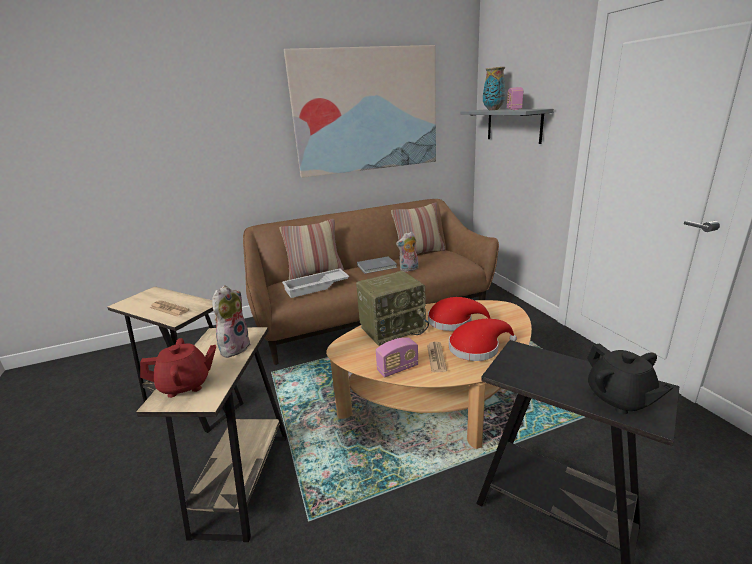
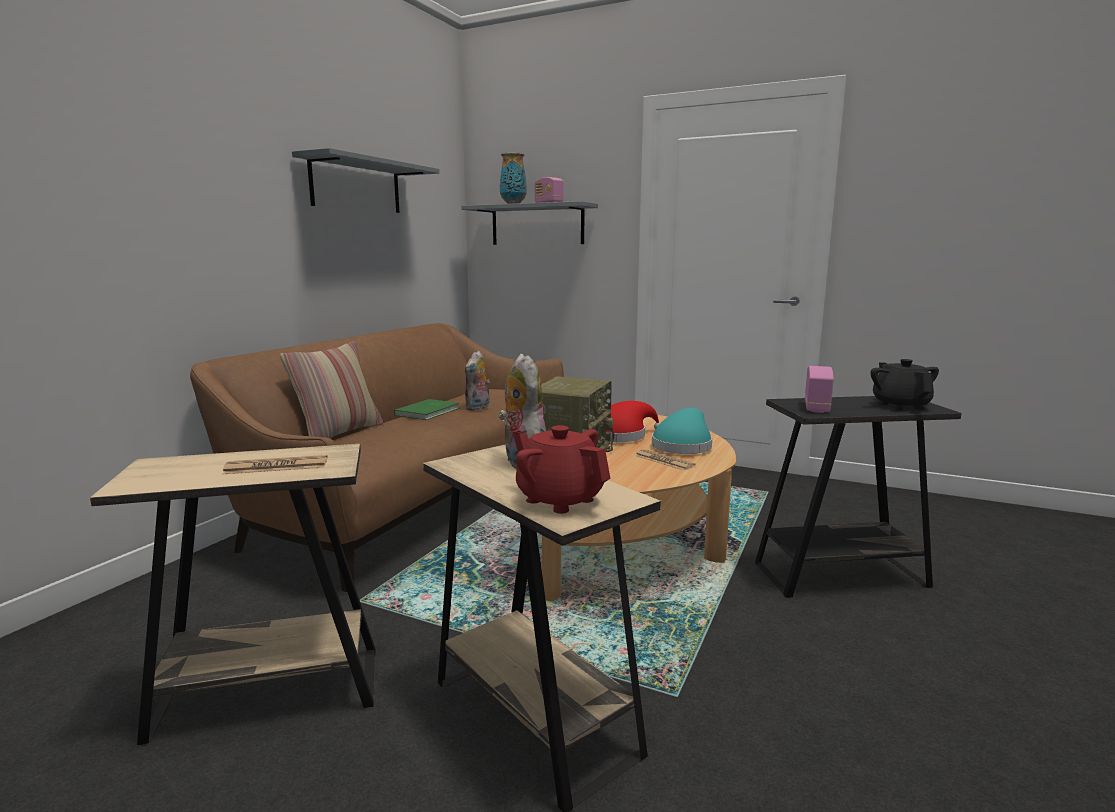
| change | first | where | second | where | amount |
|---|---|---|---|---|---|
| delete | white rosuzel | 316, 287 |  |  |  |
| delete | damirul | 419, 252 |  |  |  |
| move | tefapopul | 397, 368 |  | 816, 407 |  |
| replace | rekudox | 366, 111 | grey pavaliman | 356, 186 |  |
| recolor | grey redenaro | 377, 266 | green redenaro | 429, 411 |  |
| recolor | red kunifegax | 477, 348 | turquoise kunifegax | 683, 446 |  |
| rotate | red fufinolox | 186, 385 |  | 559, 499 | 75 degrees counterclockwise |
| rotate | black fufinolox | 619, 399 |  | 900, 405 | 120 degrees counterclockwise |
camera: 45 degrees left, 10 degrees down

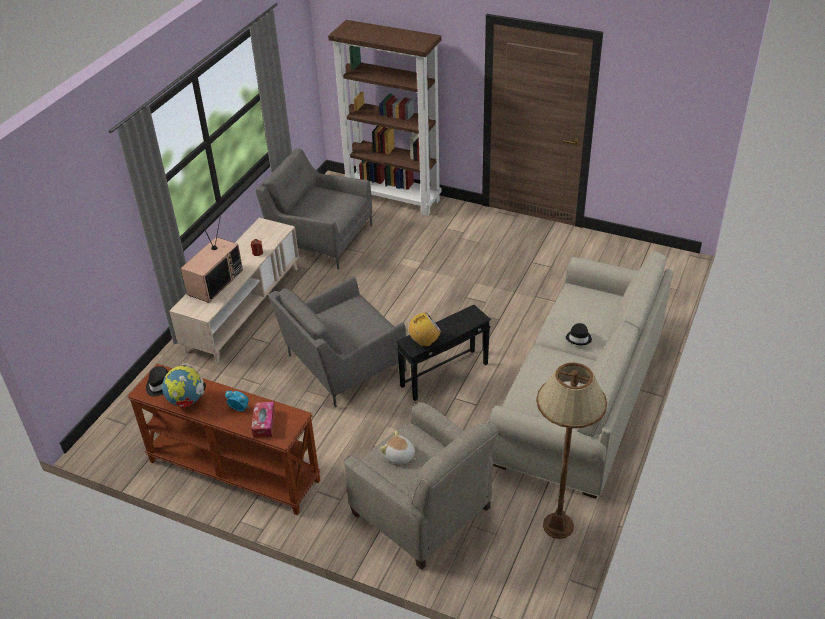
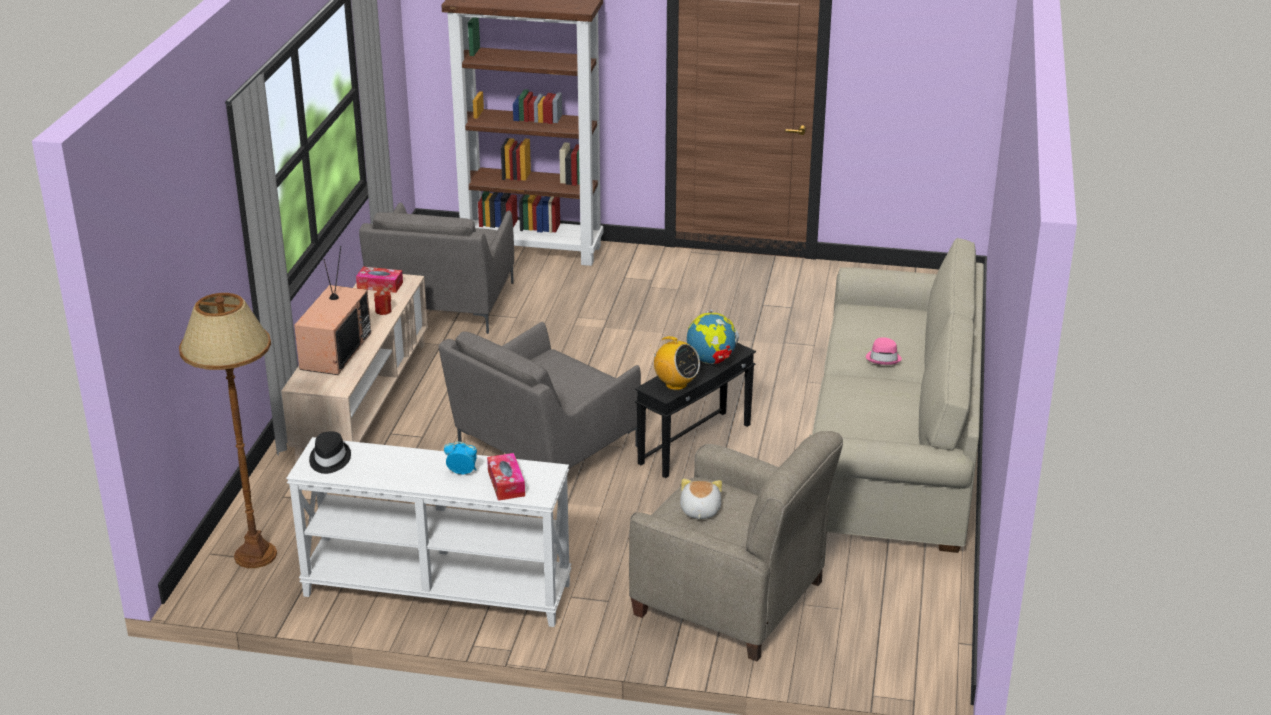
| change | first | where | second | where | amount |
|---|---|---|---|---|---|
| insert |  |  | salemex | 380, 285 |  |
| move | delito | 187, 401 |  | 711, 360 |  |
| move | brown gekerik | 558, 526 |  | 255, 555 |  |
| recolor | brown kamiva | 232, 471 | white kamiva | 436, 591 |  |
| recolor | black kunifegax | 579, 338 | pink kunifegax | 883, 358 |  |
| rotate | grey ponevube | 320, 238 |  | 442, 306 | 90 degrees counterclockwise |
| rotate | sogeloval | 399, 456 |  | 699, 511 | 75 degrees clockwise |
| rotate | tefapopul | 424, 341 |  | 675, 384 | 75 degrees clockwise |
camera: 15 degrees left, 10 degrees down

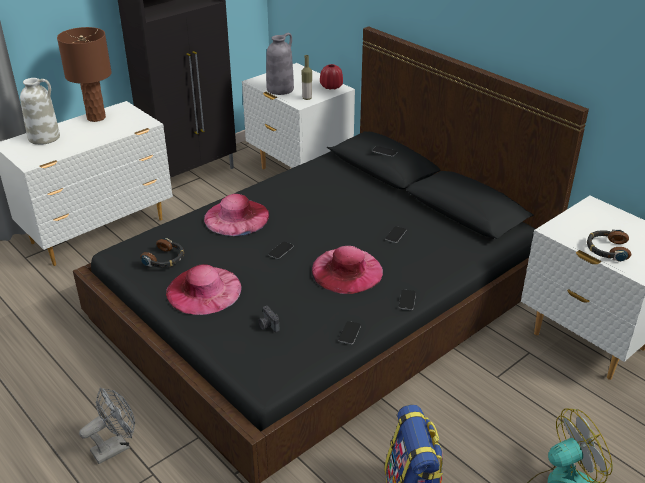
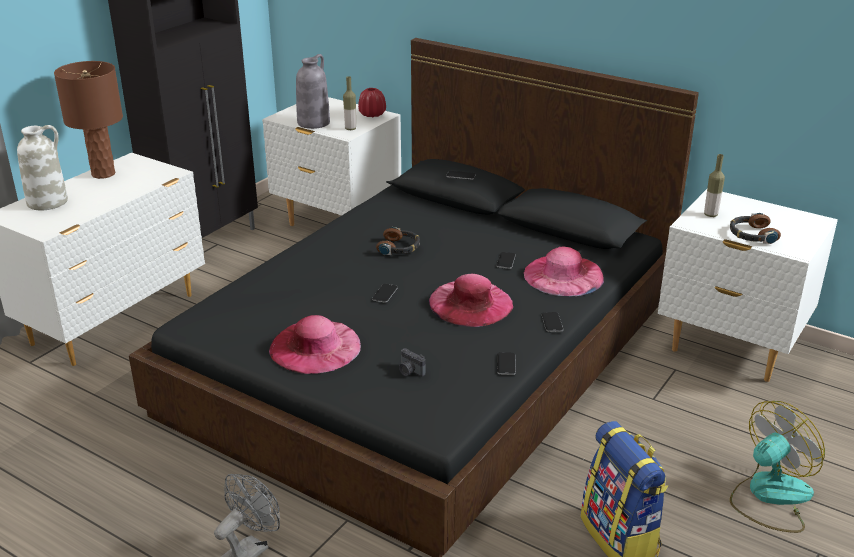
| change | first | where | second | where | amount |
|---|---|---|---|---|---|
| insert |  |  | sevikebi | 710, 215 |  |
| move | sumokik | 165, 259 |  | 399, 247 |  |
| move | pink kunifegax | 237, 217 |  | 563, 275 |  |
camera: 15 degrees left, 5 degrees down

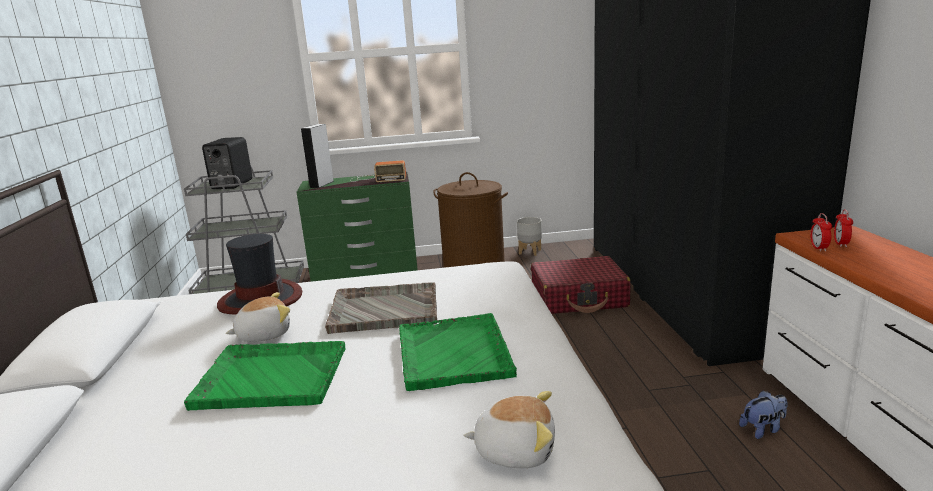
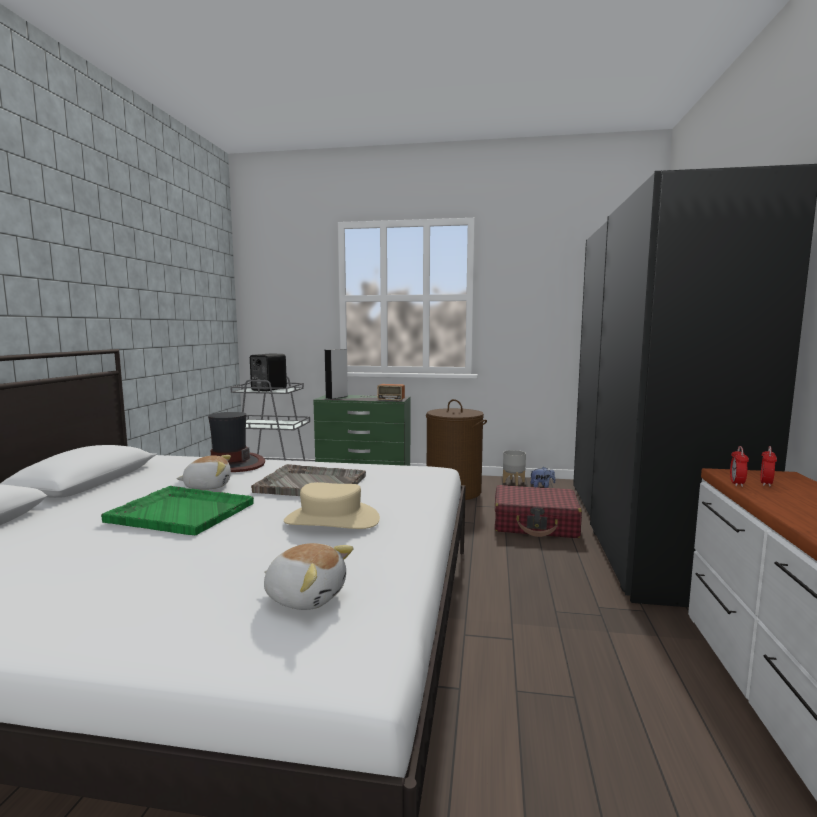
| change | first | where | second | where | amount |
|---|---|---|---|---|---|
| move | sogeloval | 763, 429 |  | 542, 486 |  |
| replace | green rosuzel | 453, 353 | beige kunifegax | 331, 520 |  |
camera: 15 degrees right, 10 degrees down

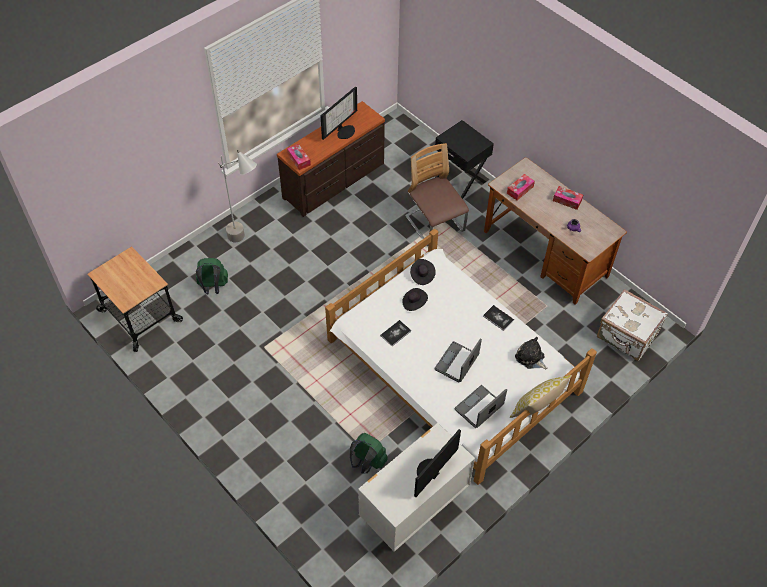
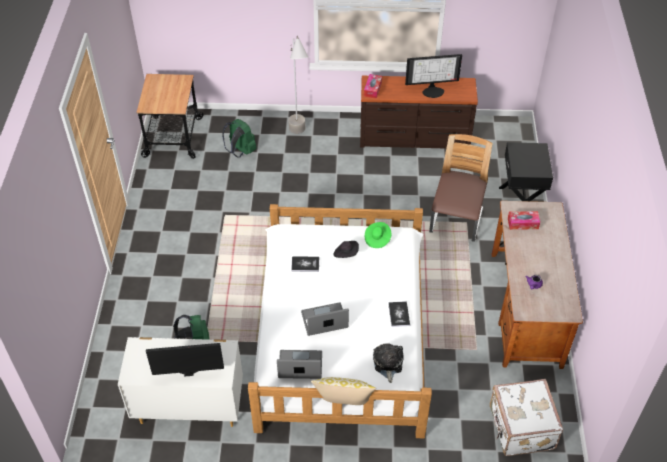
| change | first | where | second | where | amount |
|---|---|---|---|---|---|
| delete | salemex | 567, 200 |  |  |  |
| recolor | black kunifegax | 422, 275 | green kunifegax | 377, 239 |  |
camera: 45 degrees right, 5 degrees down

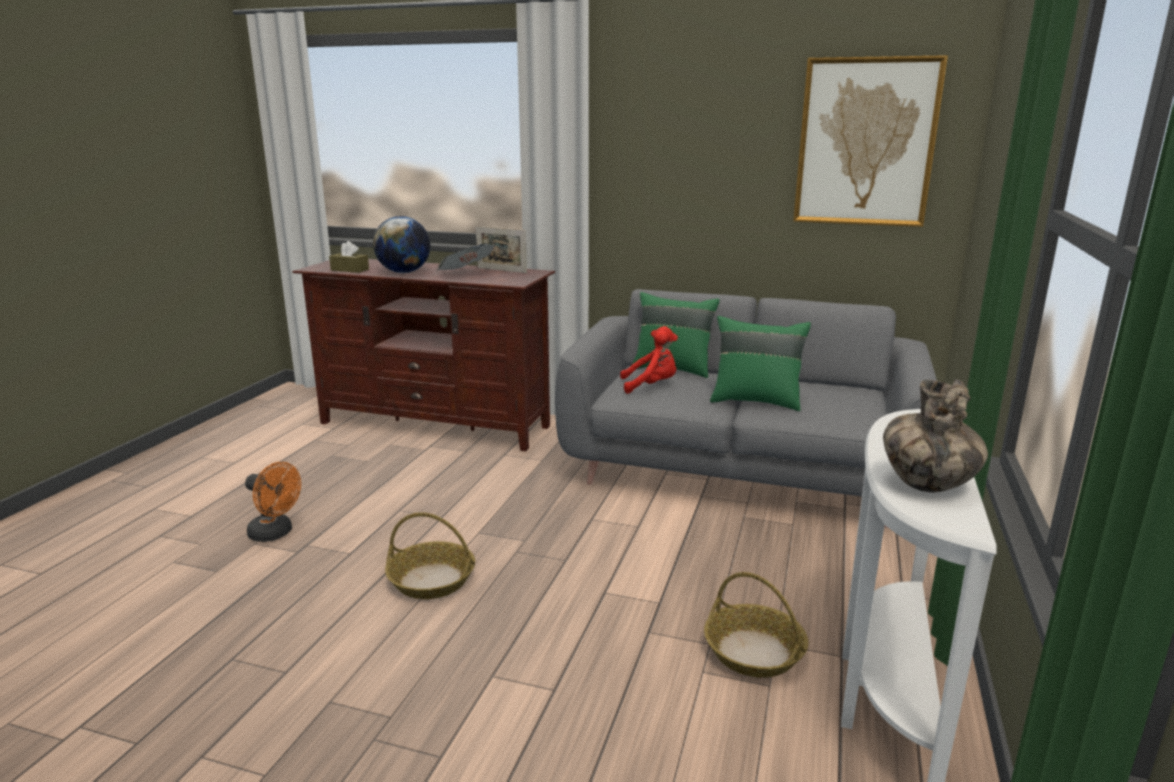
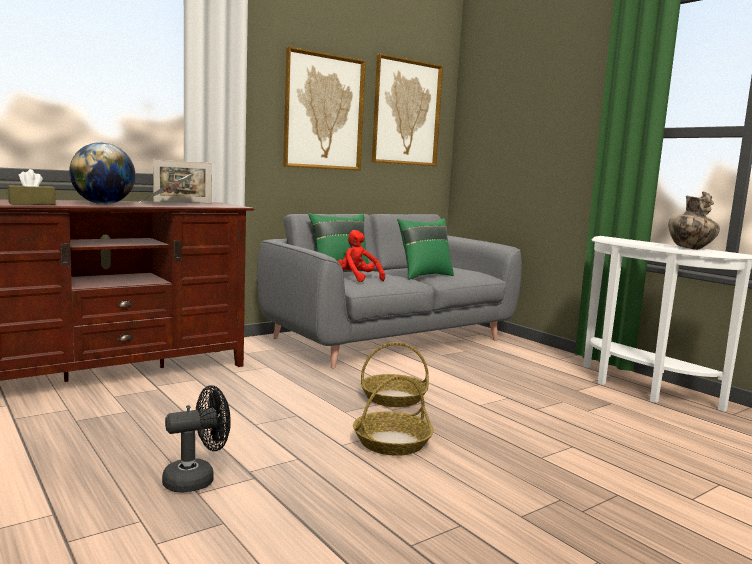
| change | first | where | second | where | amount |
|---|---|---|---|---|---|
| insert |  |  | rekudox | 324, 112 |  |
| move | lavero | 754, 652 |  | 394, 398 |  |
| recolor | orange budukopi | 276, 533 | black budukopi | 197, 479 |  |
| rotate | red sogeloval | 651, 386 |  | 357, 279 | 75 degrees counterclockwise |
camera: 55 degrees left, 10 degrees down

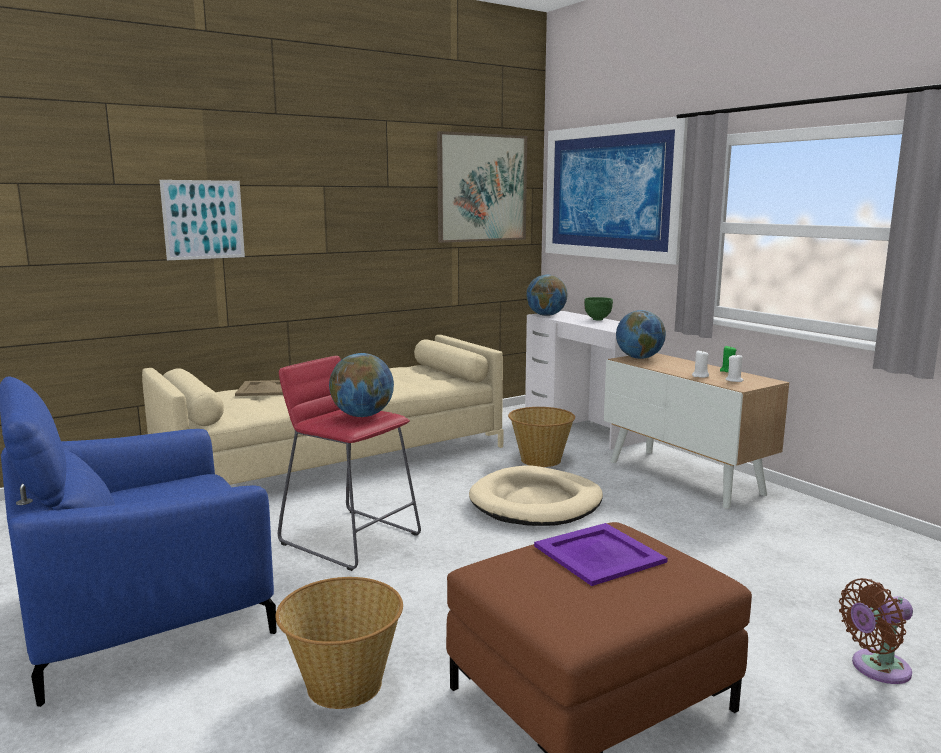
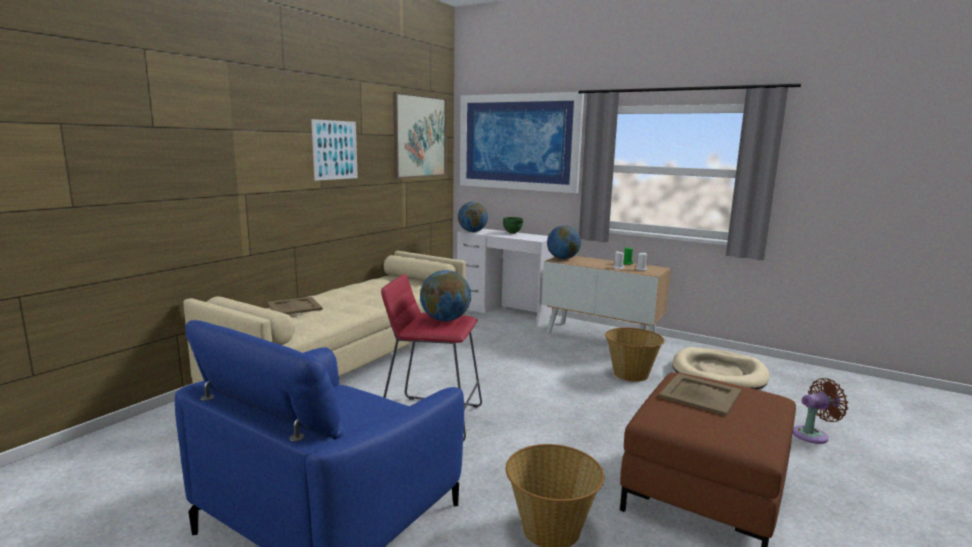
| change | first | where | second | where | amount |
|---|---|---|---|---|---|
| move | rekudox | 203, 219 |  | 335, 150 |  |
| move | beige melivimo | 536, 502 |  | 718, 373 |  |
| move | lavero | 540, 460 |  | 631, 374 |  |
| recolor | purple rosuzel | 597, 554 | beige rosuzel | 699, 394 |  |
| rotate | brown budukopi | 876, 668 |  | 813, 435 | 150 degrees counterclockwise |
camera: 25 degrees left, 0 degrees up

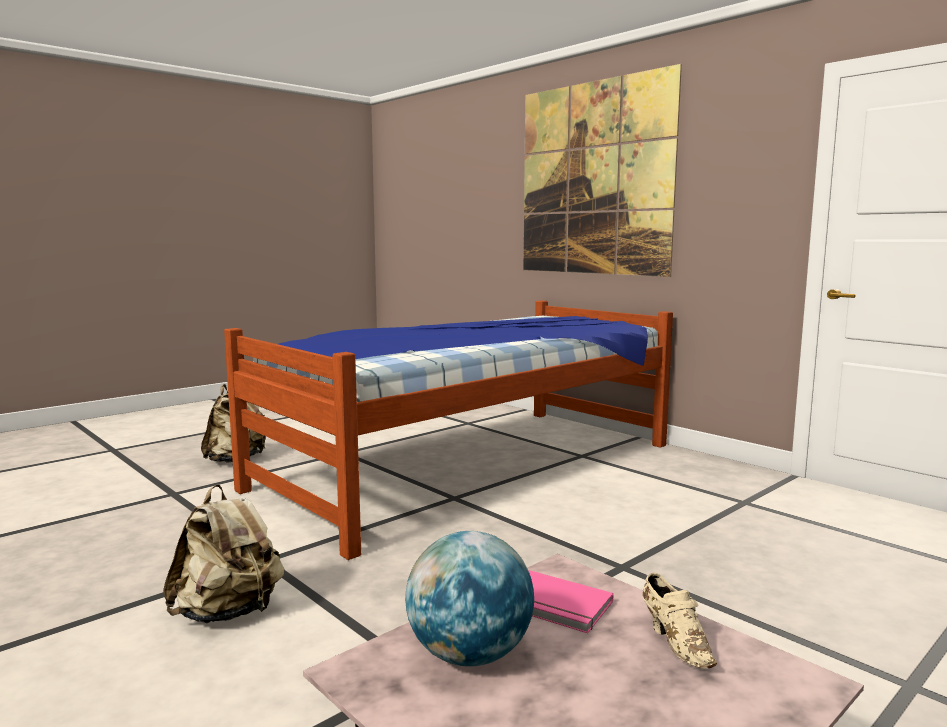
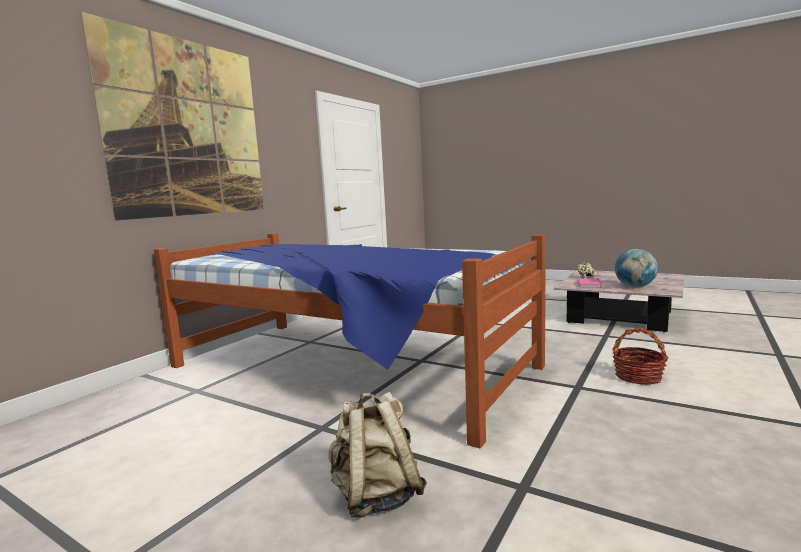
| change | first | where | second | where | amount |
|---|---|---|---|---|---|
| replace | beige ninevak | 229, 612 | lavero | 638, 377 |  |
camera: 105 degrees left, 0 degrees up

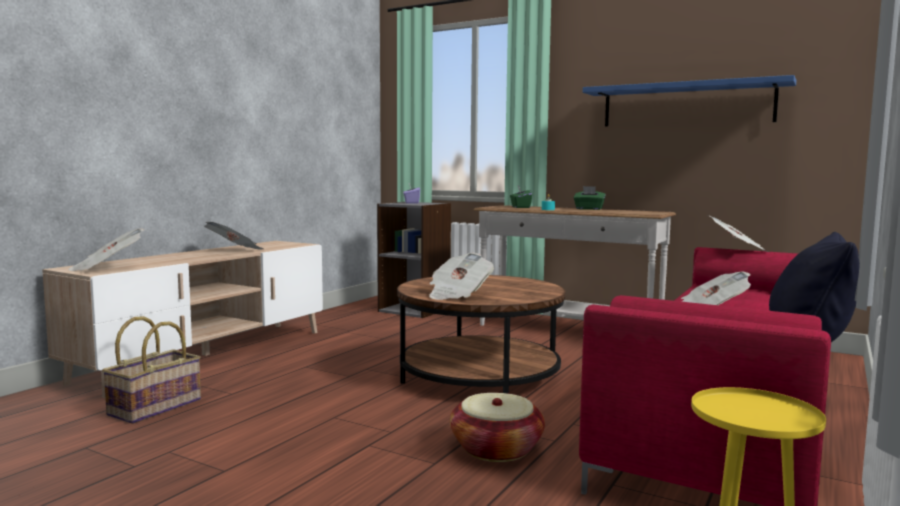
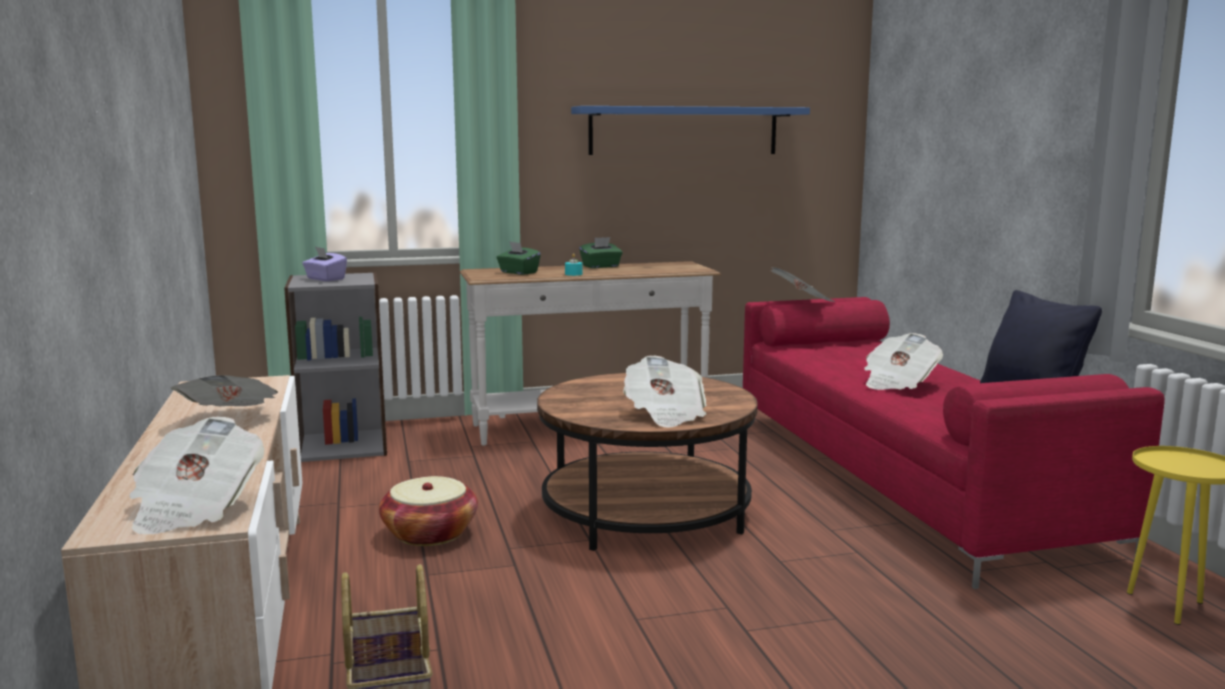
| change | first | where | second | where | amount |
|---|---|---|---|---|---|
| move | lavero | 496, 449 |  | 430, 534 |  |
camera: 45 degrees left, 5 degrees up

